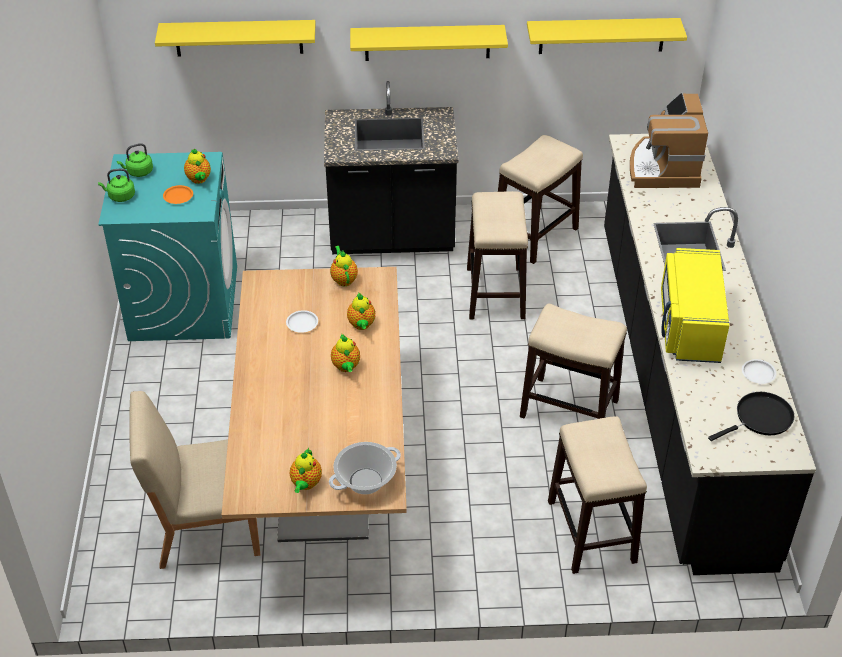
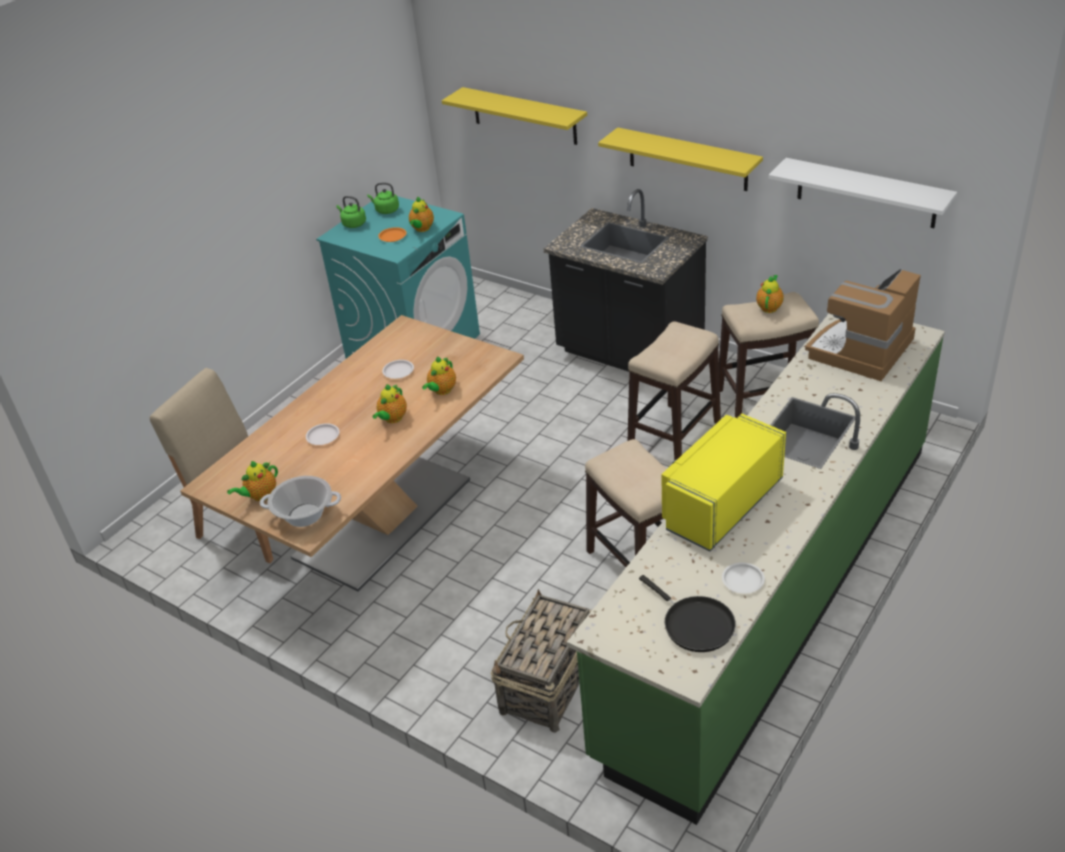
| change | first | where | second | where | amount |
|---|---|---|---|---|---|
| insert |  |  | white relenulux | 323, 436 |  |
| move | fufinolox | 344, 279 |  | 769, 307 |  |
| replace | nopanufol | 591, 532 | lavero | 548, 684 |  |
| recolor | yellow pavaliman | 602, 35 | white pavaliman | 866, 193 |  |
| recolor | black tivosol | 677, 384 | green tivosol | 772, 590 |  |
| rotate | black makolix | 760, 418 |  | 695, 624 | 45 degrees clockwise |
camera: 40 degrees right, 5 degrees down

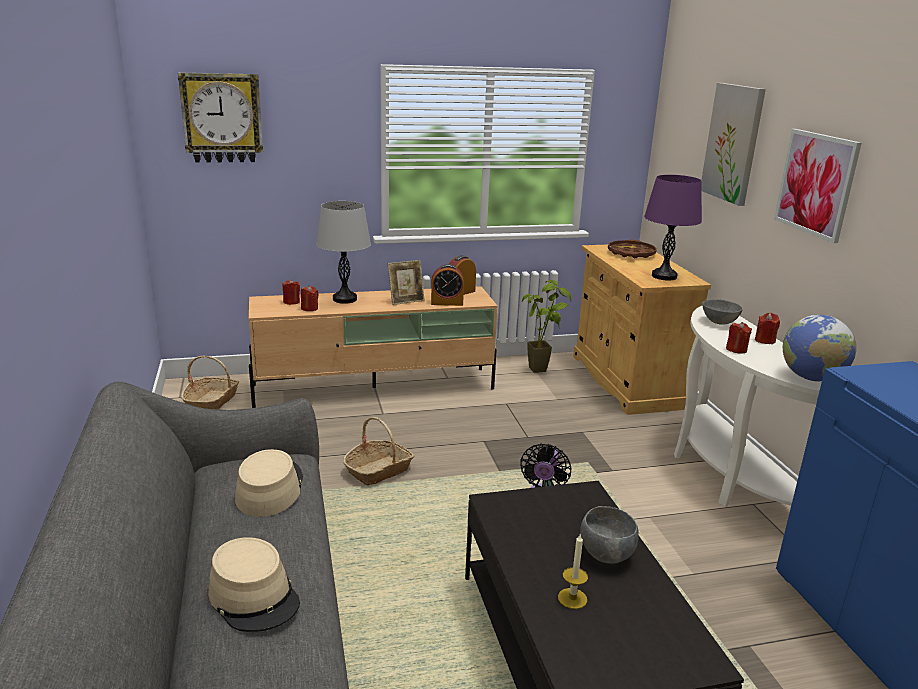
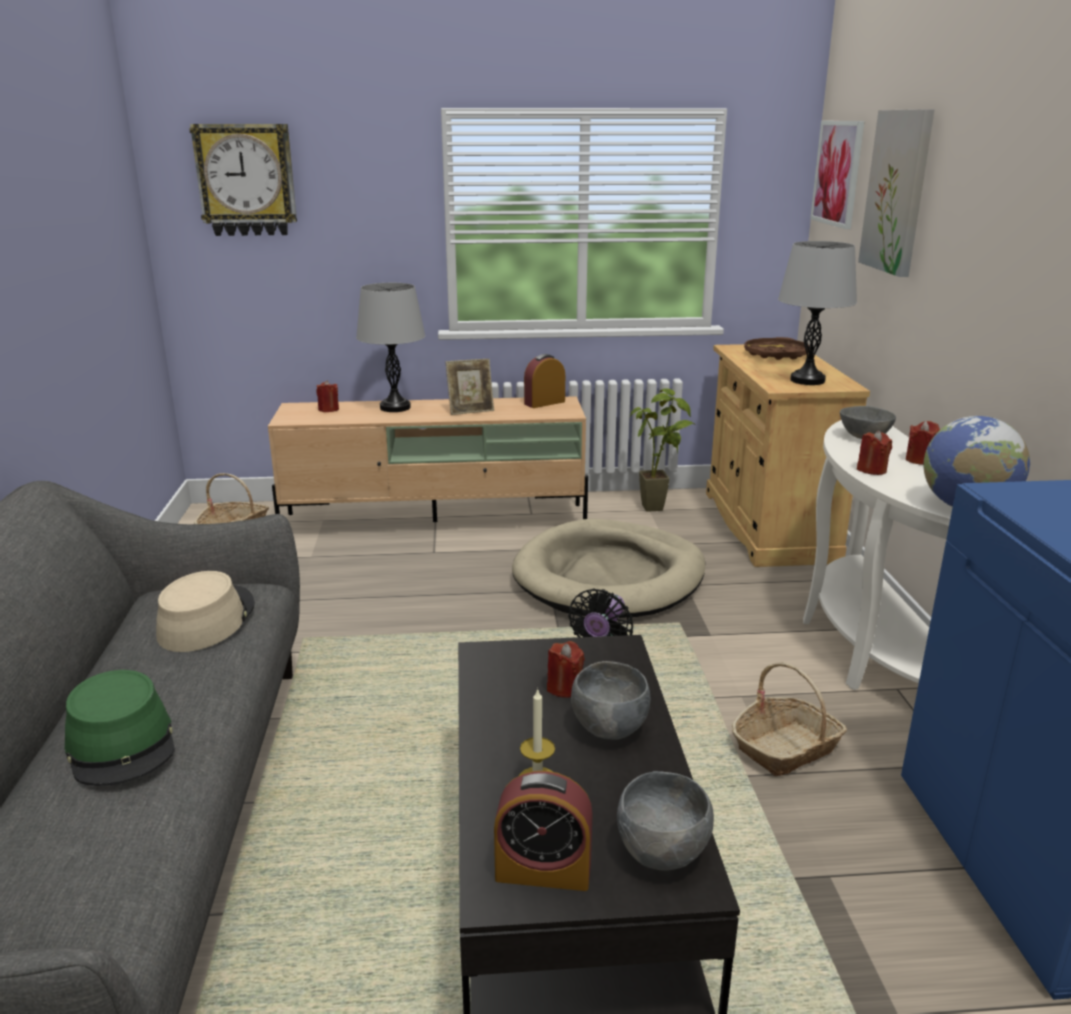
| change | first | where | second | where | amount |
|---|---|---|---|---|---|
| insert |  |  | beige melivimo | 609, 576 |  |
| insert |  |  | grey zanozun | 663, 853 |  |
| move | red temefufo | 309, 308 |  | 564, 688 |  |
| move | lavero | 378, 470 |  | 786, 748 |  |
| move | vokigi | 447, 303 |  | 543, 871 |  |
| move | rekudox | 816, 184 |  | 837, 173 |  |
| recolor | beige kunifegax | 254, 596 | green kunifegax | 122, 744 |  |
| recolor | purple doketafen | 664, 276 | grey doketafen | 807, 380 |  |
camera: 10 degrees right, 0 degrees up

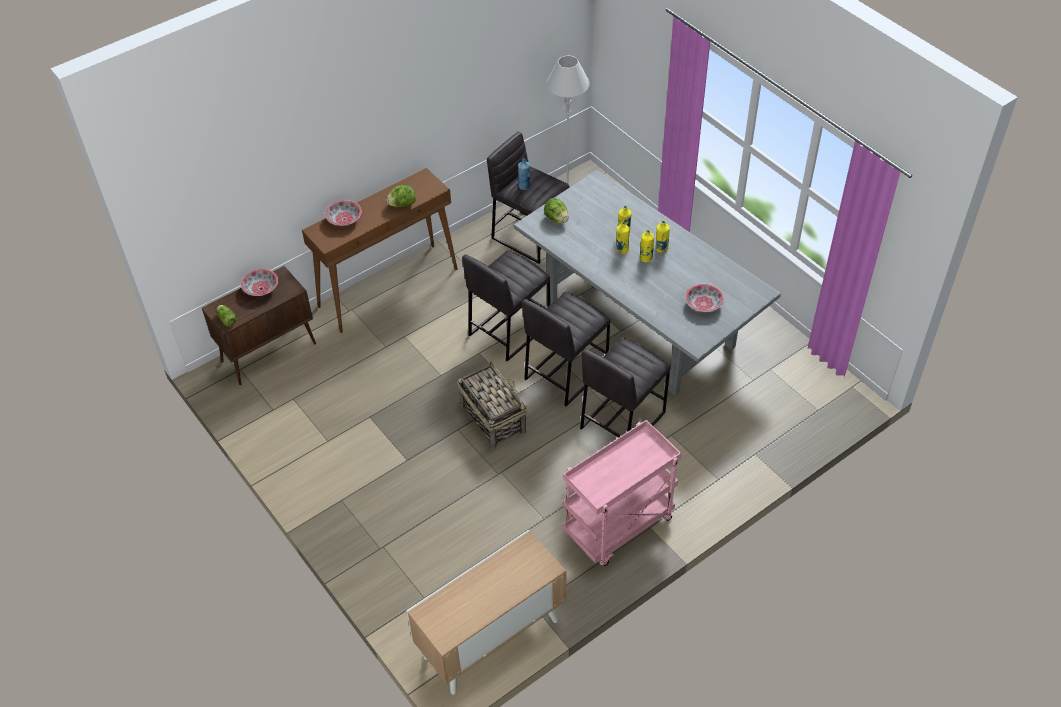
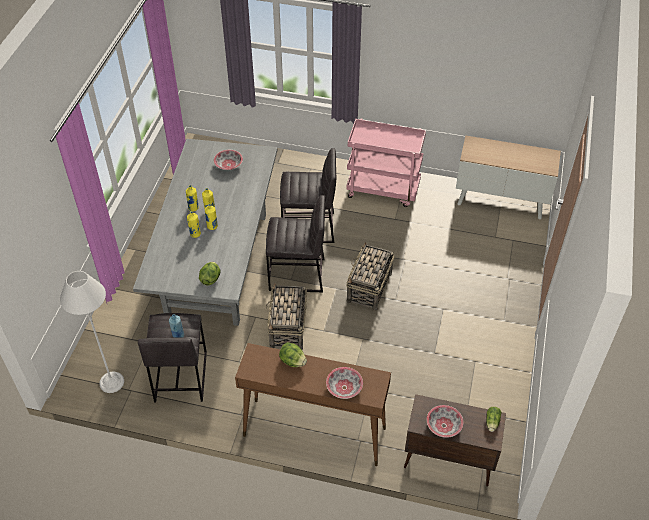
| change | first | where | second | where | amount |
|---|---|---|---|---|---|
| replace | grey nopanufol | 508, 329 | lavero | 288, 328 |  |
camera: 130 degrees left, 0 degrees up

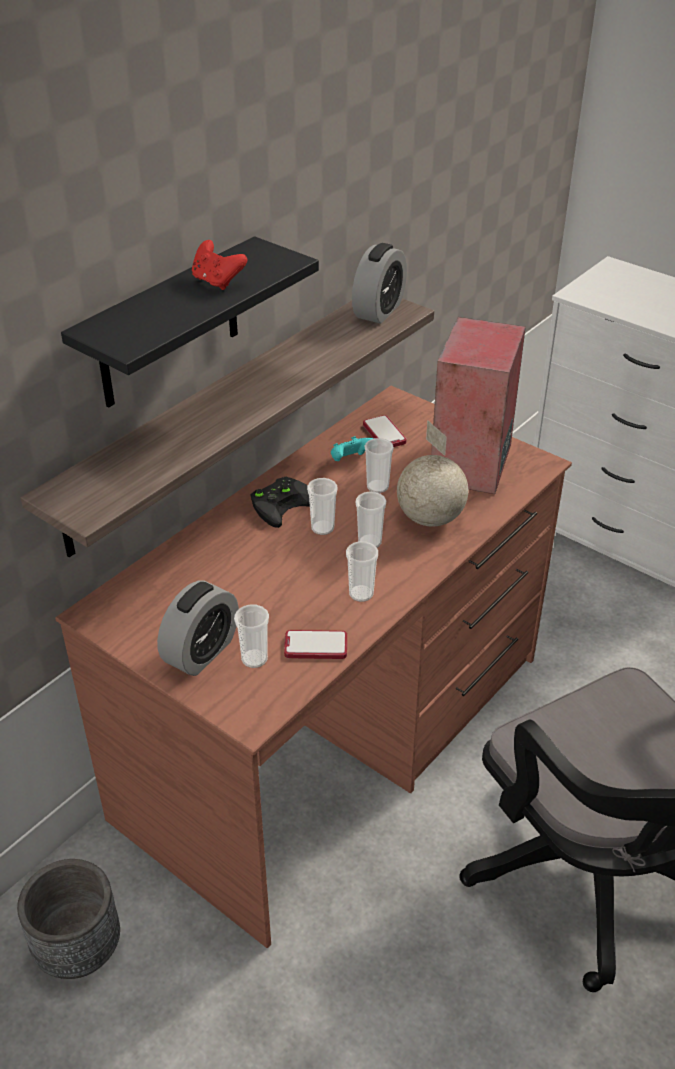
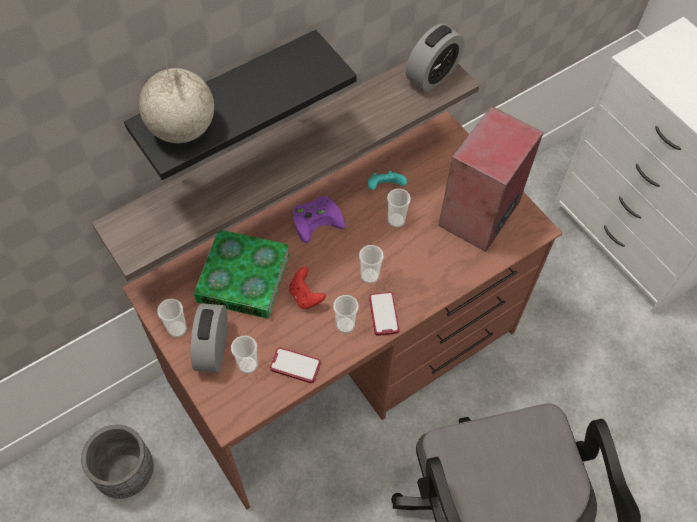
| change | first | where | second | where | amount |
|---|---|---|---|---|---|
| insert |  |  | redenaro | 243, 278 |  |
| move | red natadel | 217, 282 |  | 305, 296 |  |
| move | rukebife | 322, 528 |  | 177, 329 |  |
| move | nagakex | 384, 433 |  | 383, 314 |  |
| move | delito | 430, 519 |  | 182, 130 |  |
| recolor | black natadel | 282, 503 | purple natadel | 317, 218 |  |
| rotate | vokigi | 201, 652 |  | 213, 348 | 135 degrees clockwise |
camera: 15 degrees right, 20 degrees up

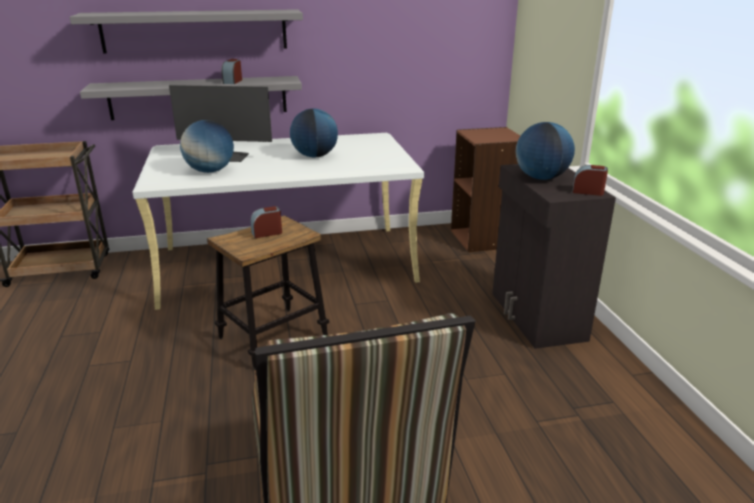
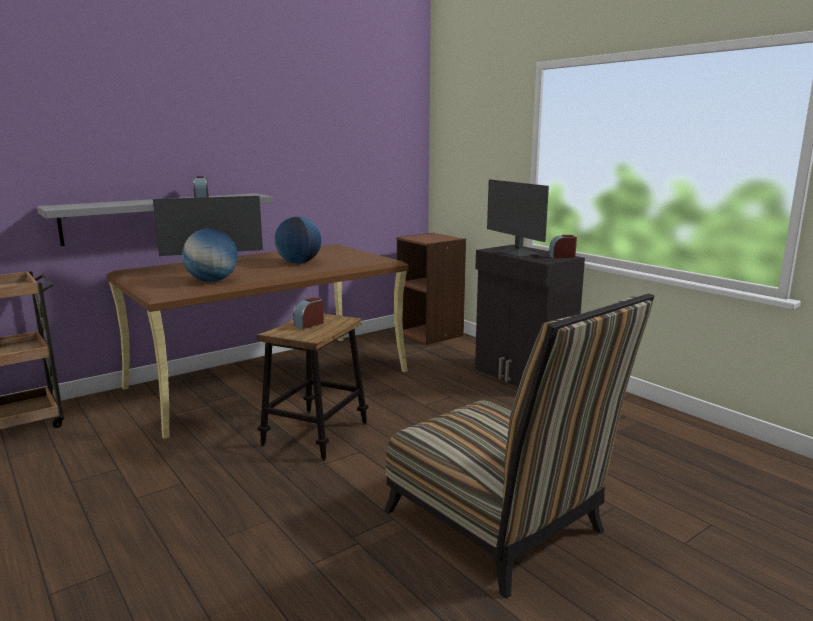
| change | first | where | second | where | amount |
|---|---|---|---|---|---|
| delete | grey pavaliman | 195, 31 |  |  |  |
| replace | delito | 541, 178 | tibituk | 518, 253 |  |
| recolor | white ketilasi | 288, 264 | brown ketilasi | 270, 379 |  |
camera: 25 degrees left, 10 degrees down

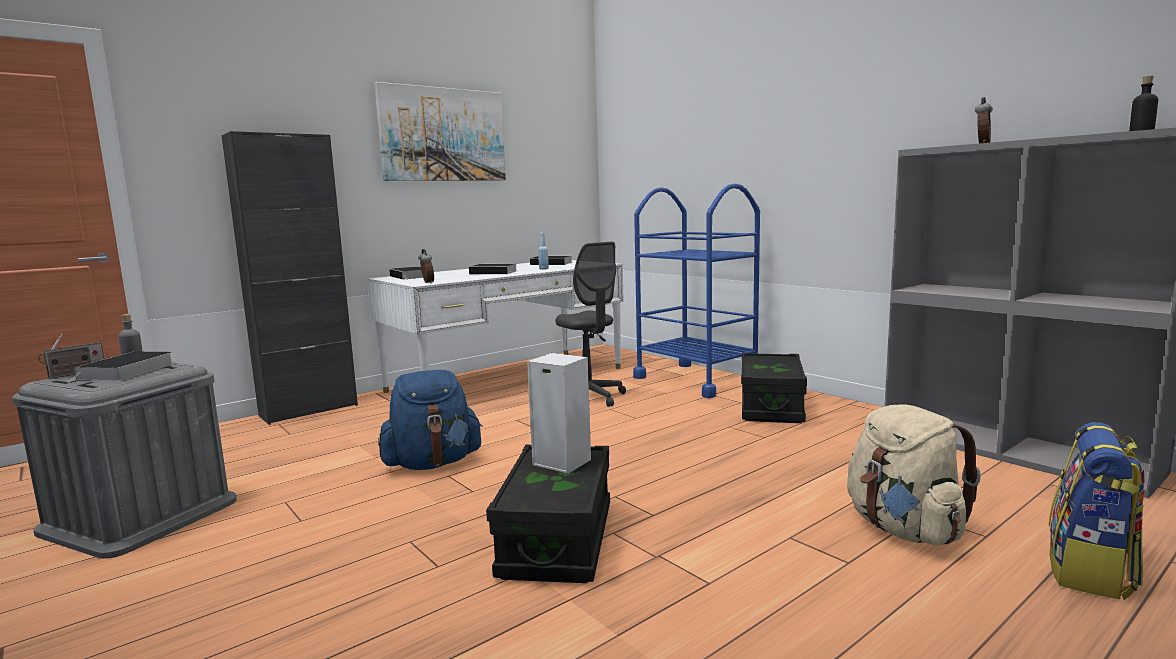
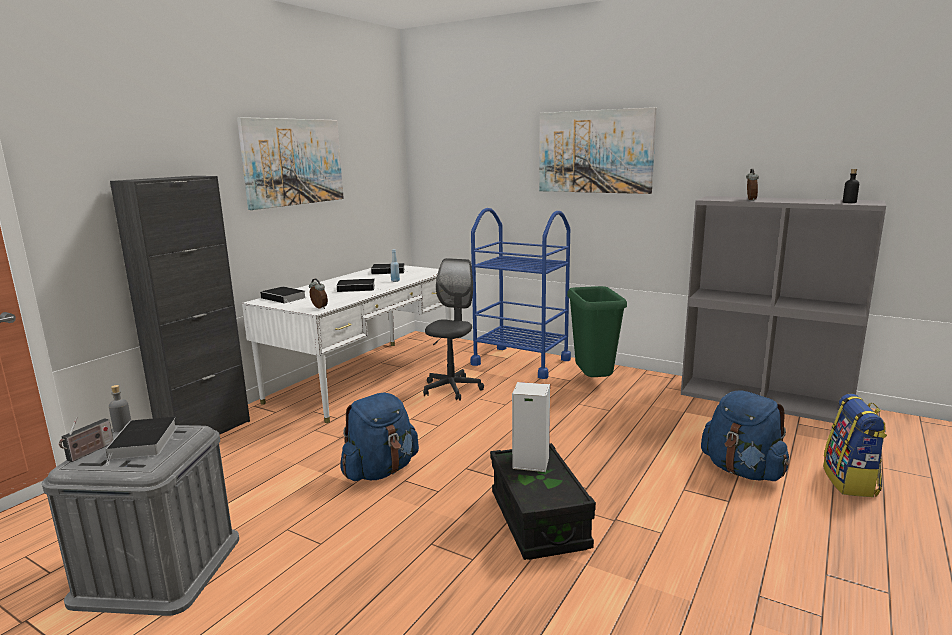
| change | first | where | second | where | amount |
|---|---|---|---|---|---|
| insert |  |  | rekudox | 595, 151 |  |
| replace | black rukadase | 771, 407 | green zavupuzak | 594, 382 |  |
| recolor | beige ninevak | 904, 529 | blue ninevak | 742, 471 |  |
| rotate | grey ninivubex | 589, 397 |  | 452, 389 | 105 degrees counterclockwise |
camera: 20 degrees left, 5 degrees up

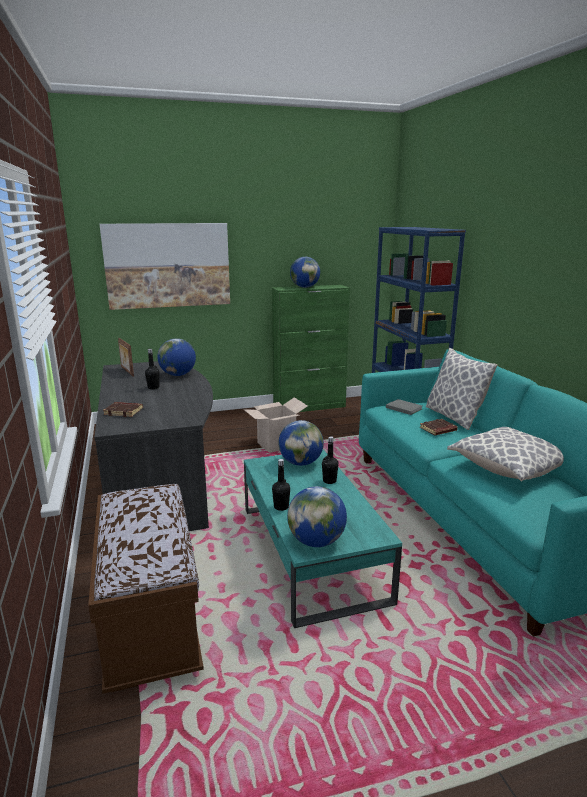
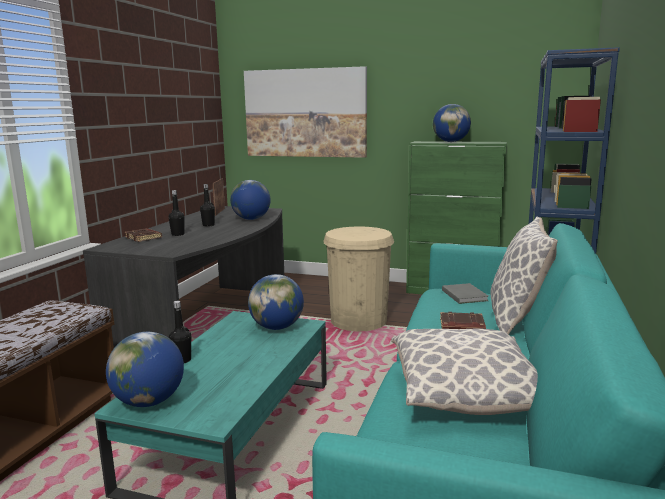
| change | first | where | second | where | amount |
|---|---|---|---|---|---|
| move | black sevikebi | 329, 481 |  | 178, 234 |  |
| replace | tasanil | 276, 445 | beige zavupuzak | 358, 321 |  |
camera: 35 degrees right, 5 degrees down

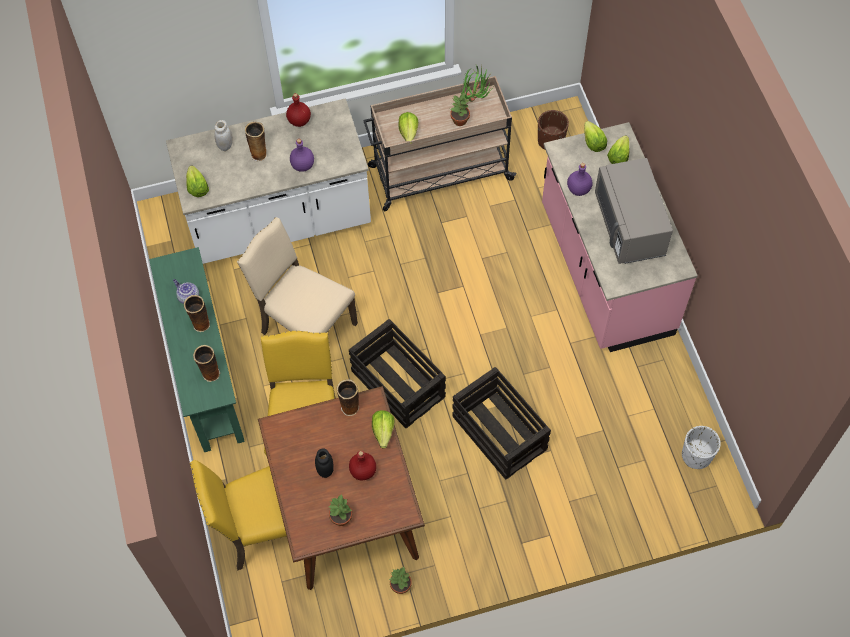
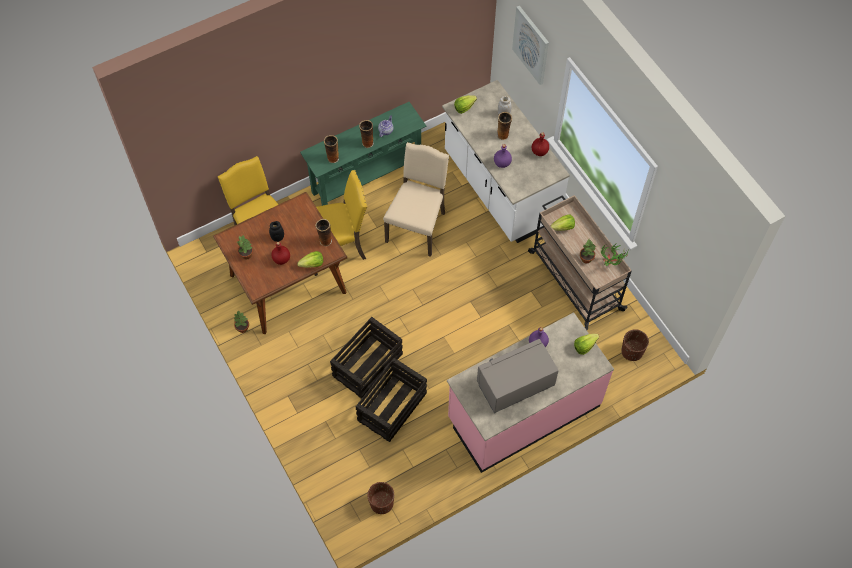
| change | first | where | second | where | amount |
|---|---|---|---|---|---|
| delete | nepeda | 618, 157 |  |  |  |
| insert |  |  | rekudox | 531, 45 |  |
| move | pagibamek | 397, 383 |  | 392, 406 |  |
| recolor | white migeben | 696, 455 | brown migeben | 381, 503 |  |
camera: 75 degrees right, 0 degrees up

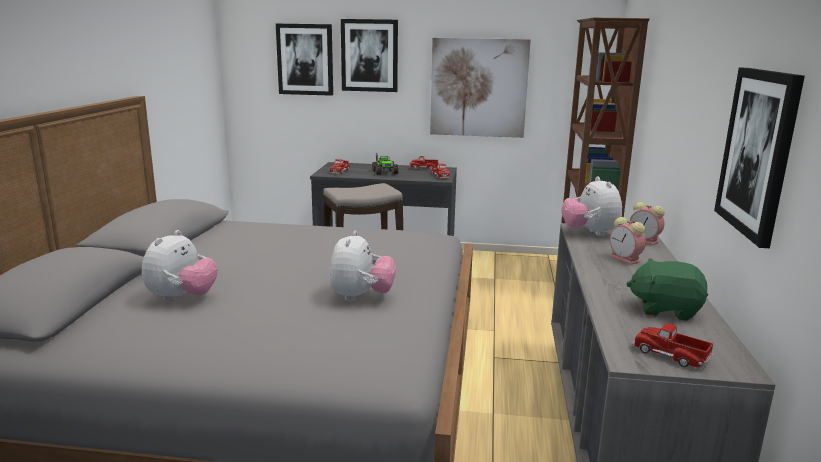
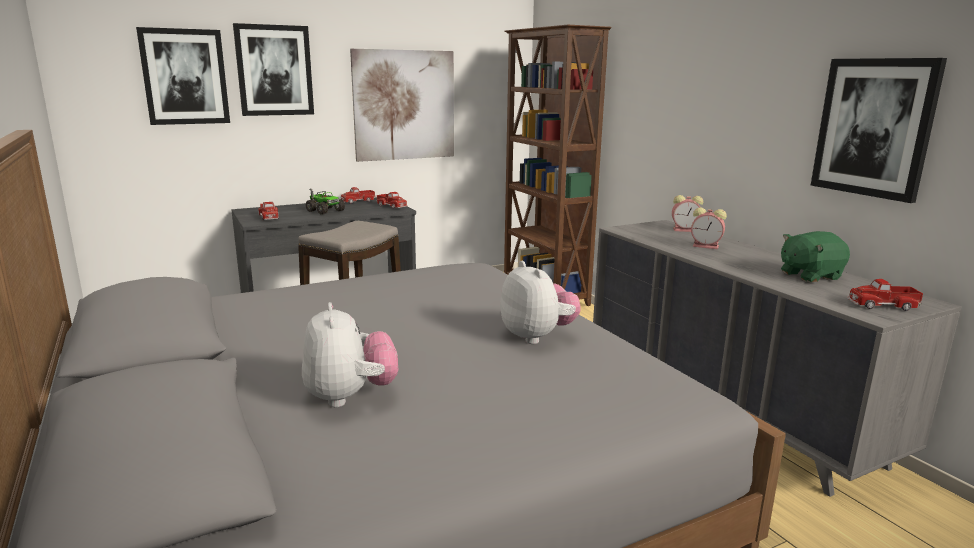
| change | first | where | second | where | amount |
|---|---|---|---|---|---|
| delete | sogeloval | 589, 233 |  |  |  |
camera: 35 degrees left, 0 degrees up

